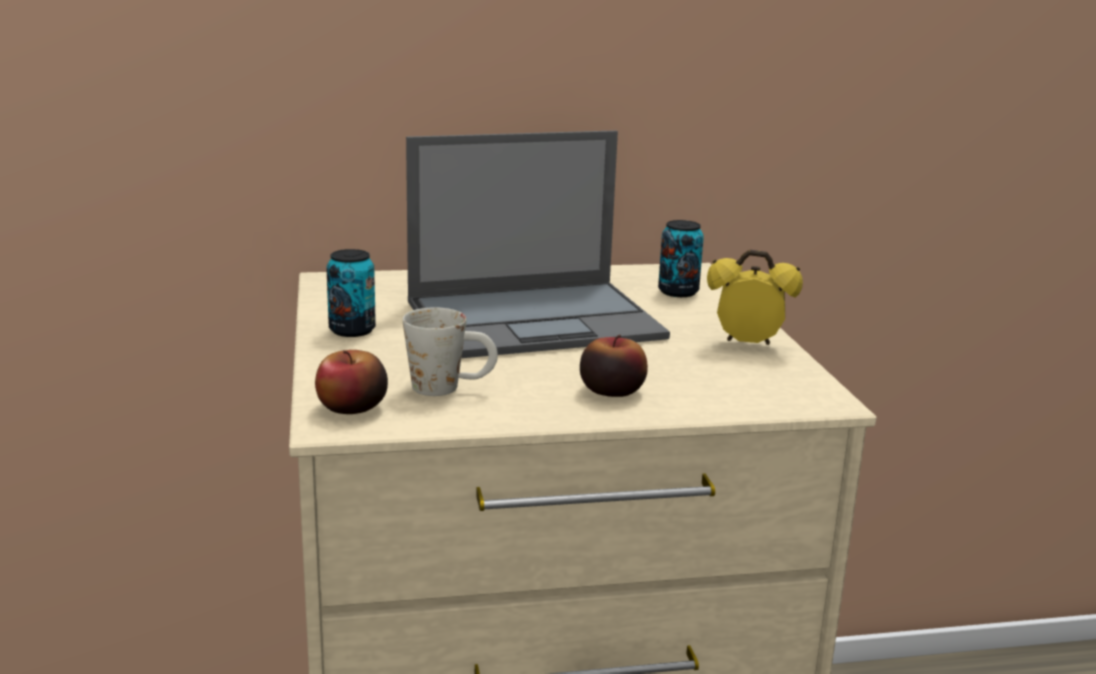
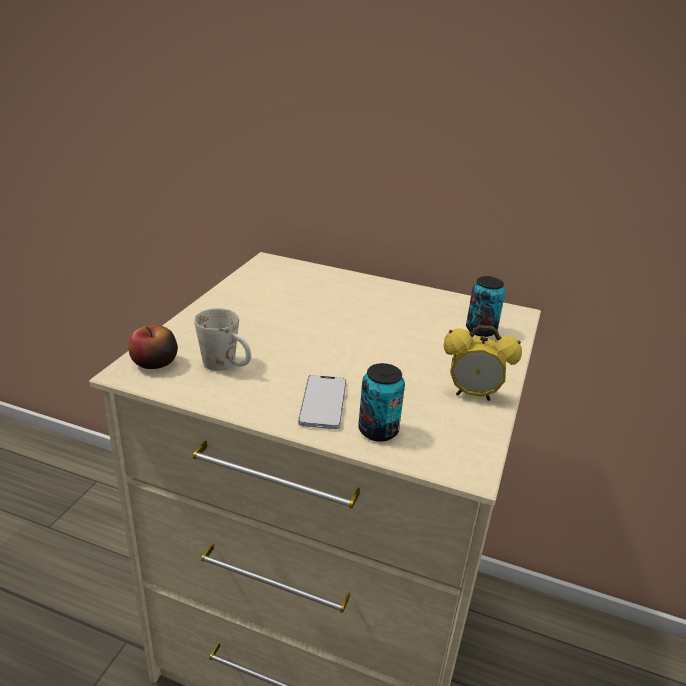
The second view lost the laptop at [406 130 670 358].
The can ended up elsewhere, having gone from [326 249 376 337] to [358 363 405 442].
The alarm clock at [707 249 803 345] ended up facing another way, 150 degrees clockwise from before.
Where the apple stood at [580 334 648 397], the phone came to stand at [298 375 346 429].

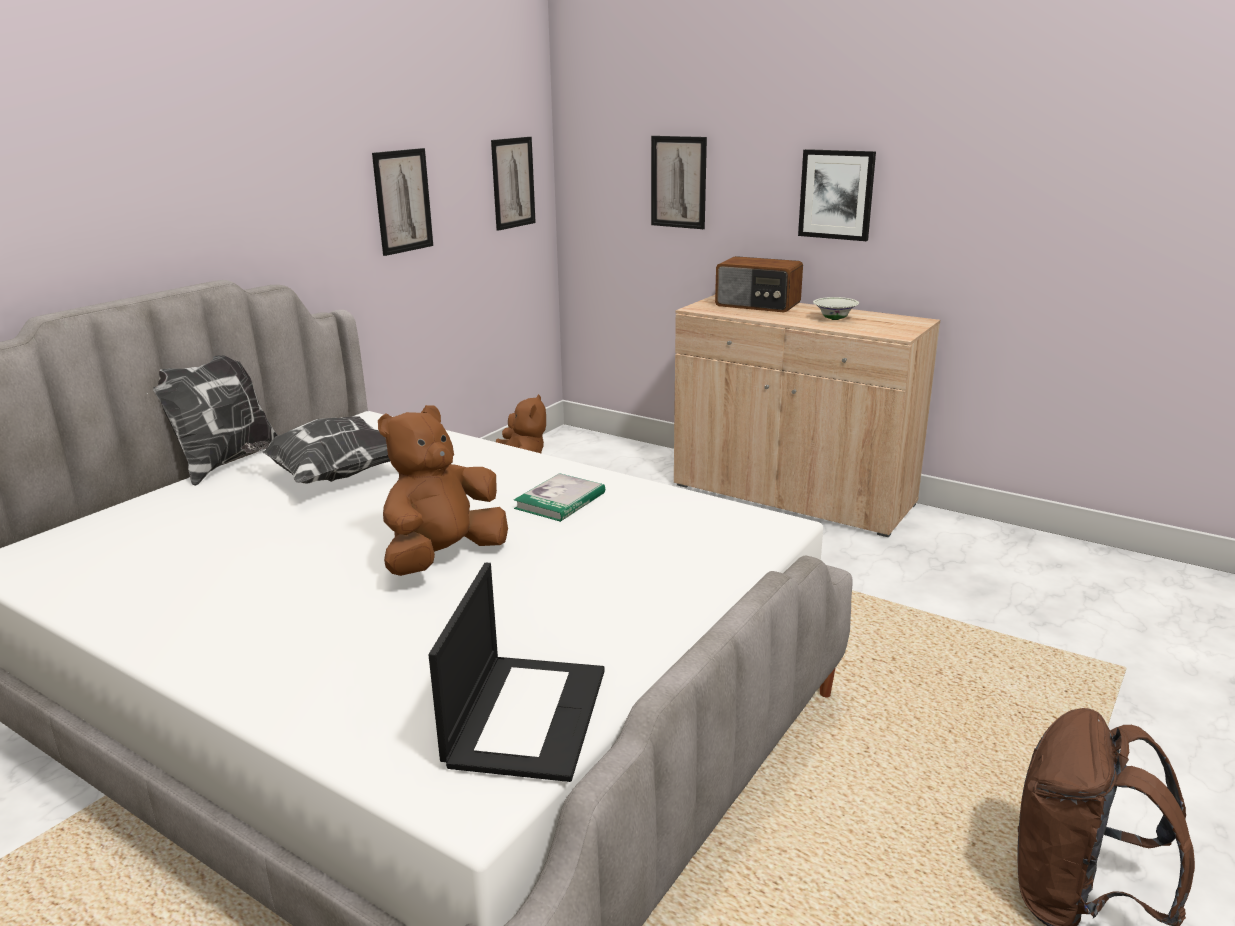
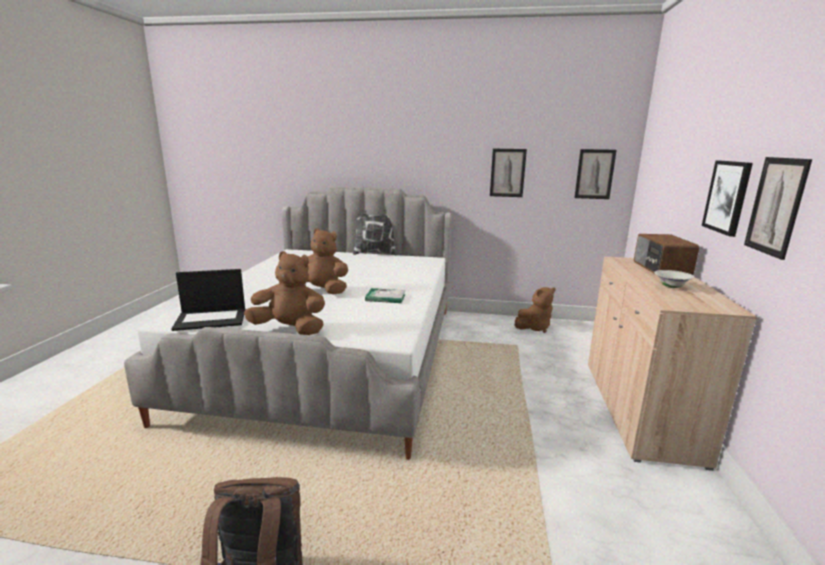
The picture ended up elsewhere, having gone from [651 136 707 229] to [744 157 812 260].
The second view lost the pillow at [241 416 390 484].
The second view gained the brown plush toy at [244 251 325 335].

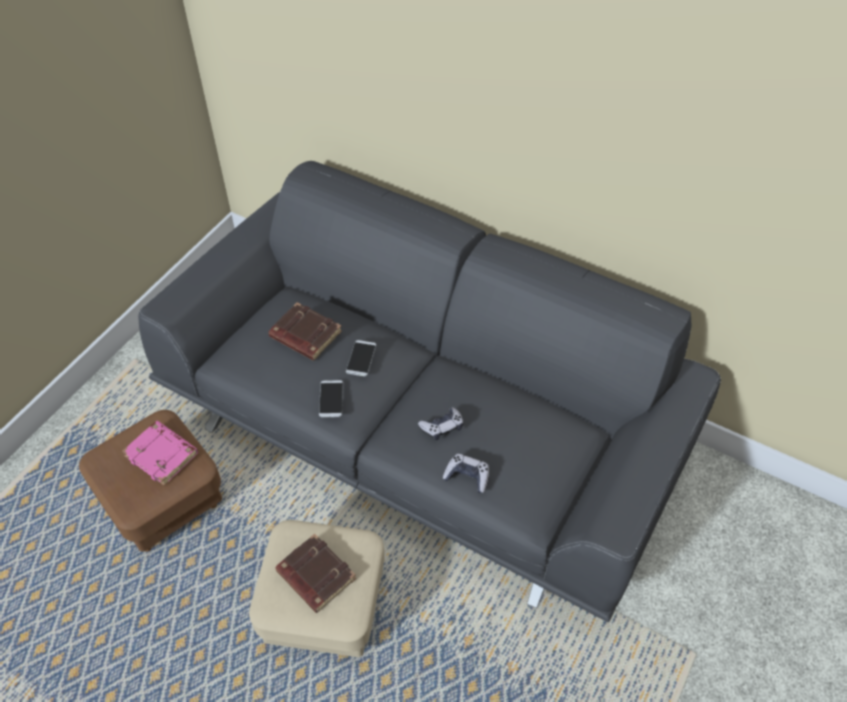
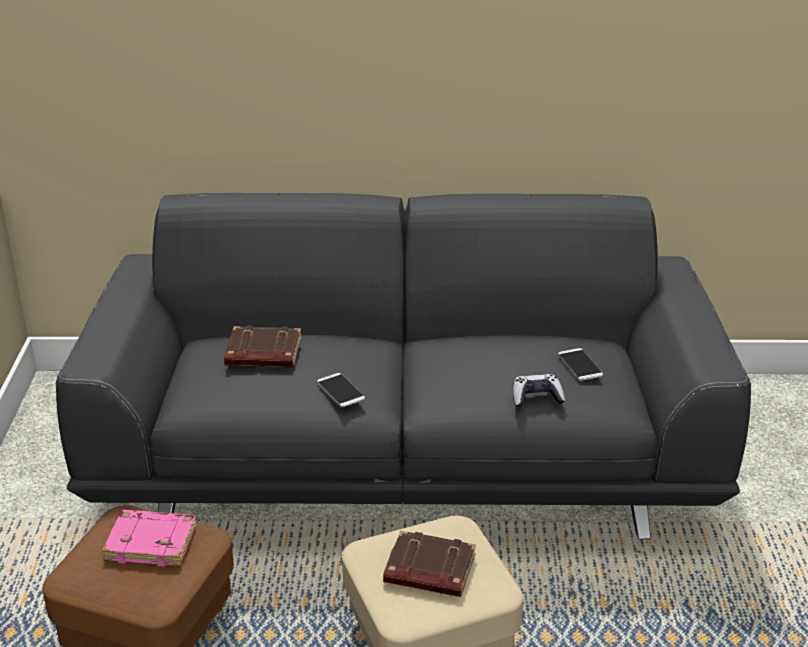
The phone ended up elsewhere, having gone from [346 340 376 377] to [558 348 603 381].
The second view lost the game controller at [418 407 463 440].

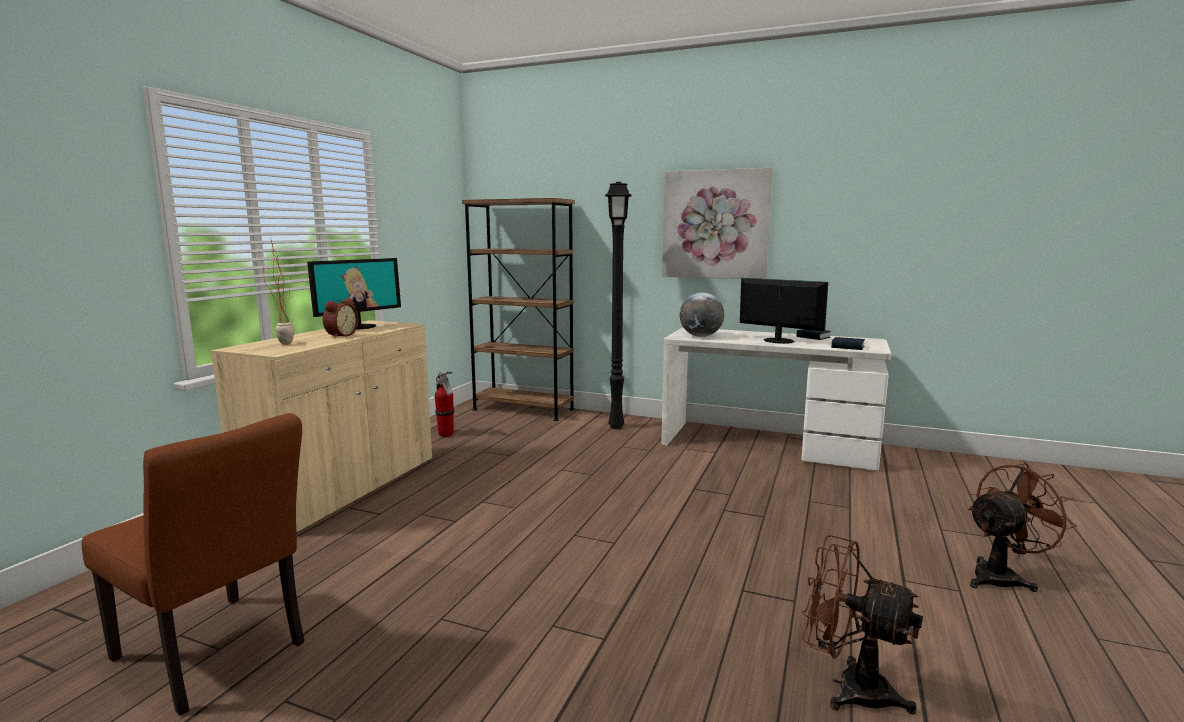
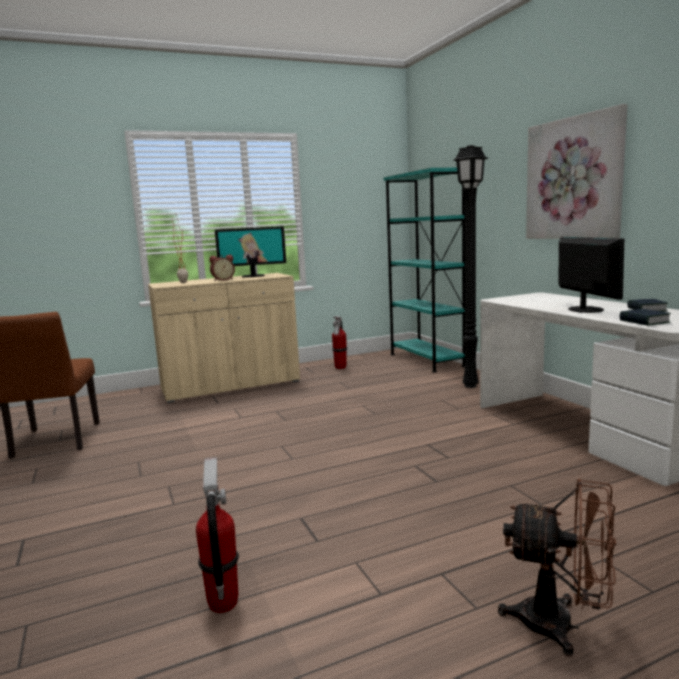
What was the brown bookcase at [462 198 575 421] turned into the turquoise bookcase at [384 168 465 372].
The second view lost the globe at [680 293 724 337].
Where the brown fan stood at [802 535 923 715], the fire extinguisher came to stand at [196 457 239 613].

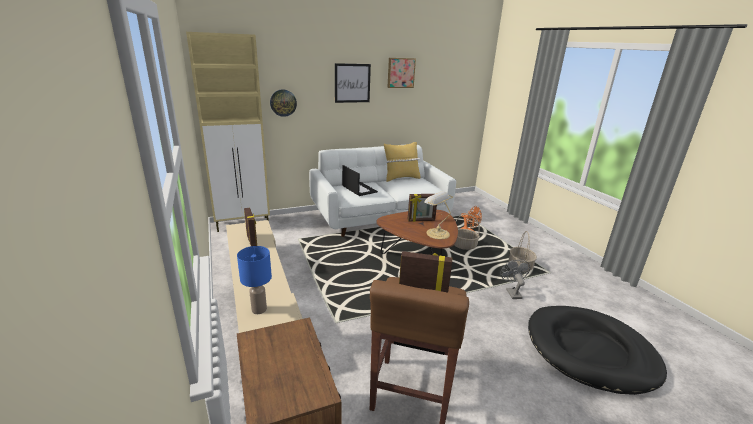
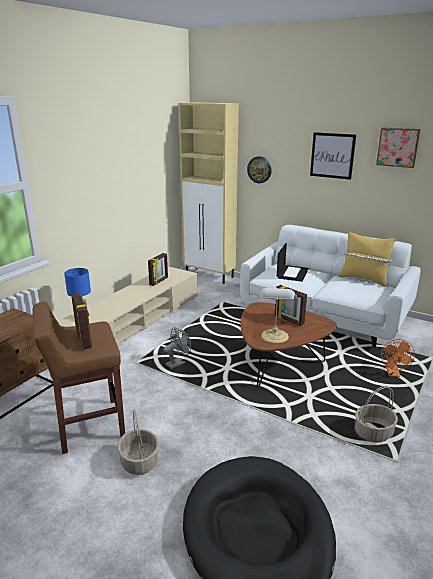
The basket ended up elsewhere, having gone from [454 214 480 250] to [117 410 159 475].
The grey fan ended up elsewhere, having gone from [500 259 530 299] to [164 328 191 369].

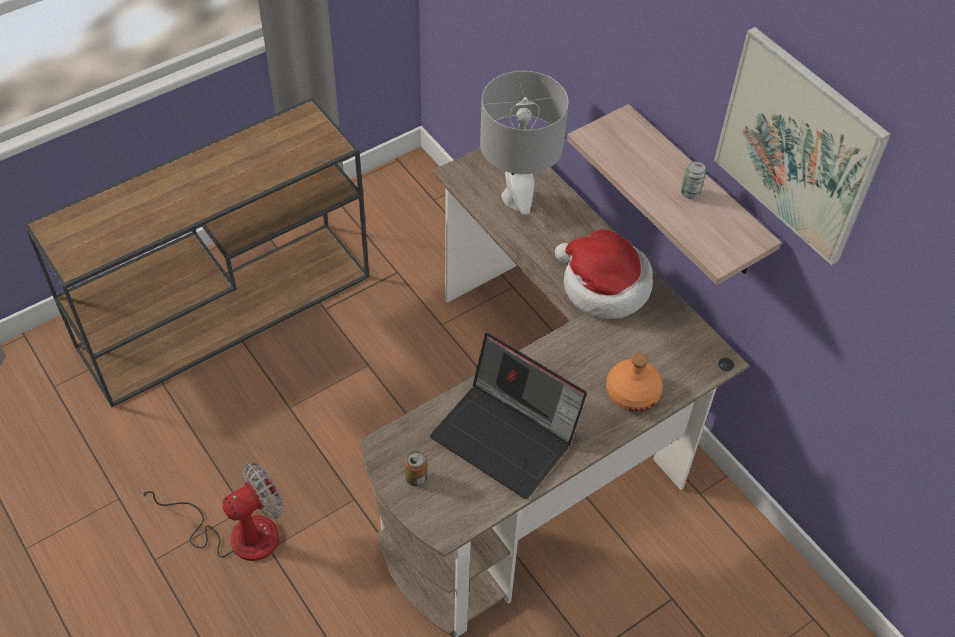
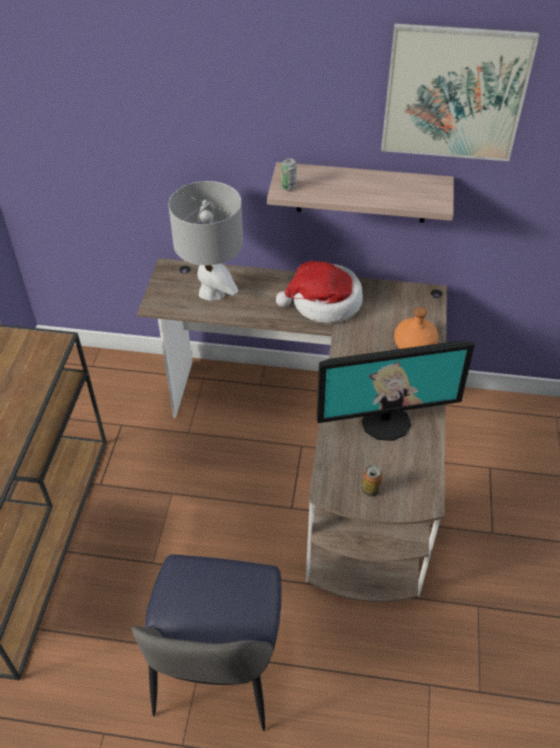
The can ended up elsewhere, having gone from [681 161 706 199] to [281 159 297 191].
Where the laptop stood at [430 333 587 499], the monitor came to stand at [317 341 474 441].
Where the fan stood at [138 463 283 561], the chair came to stand at [131 554 282 731].

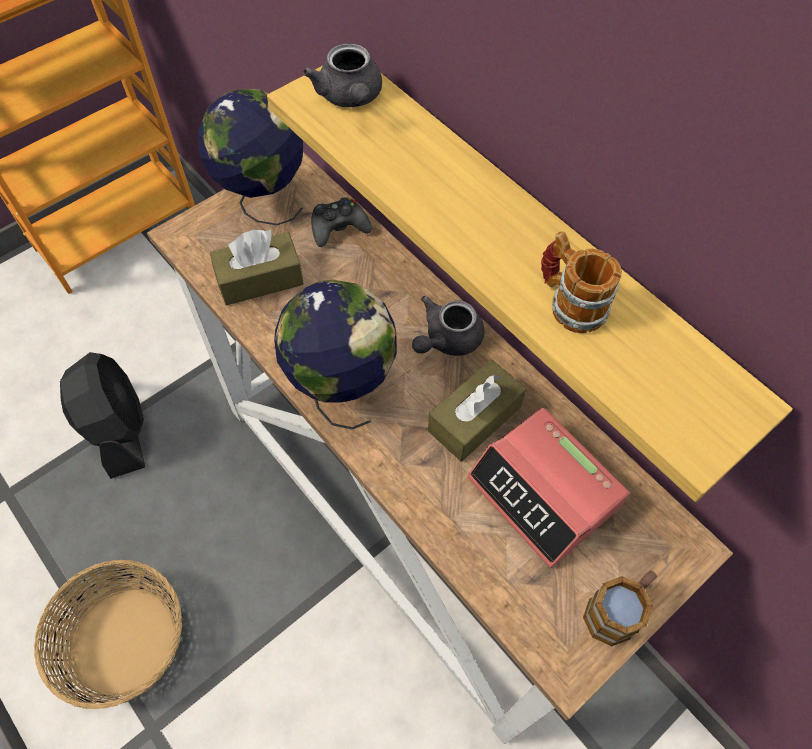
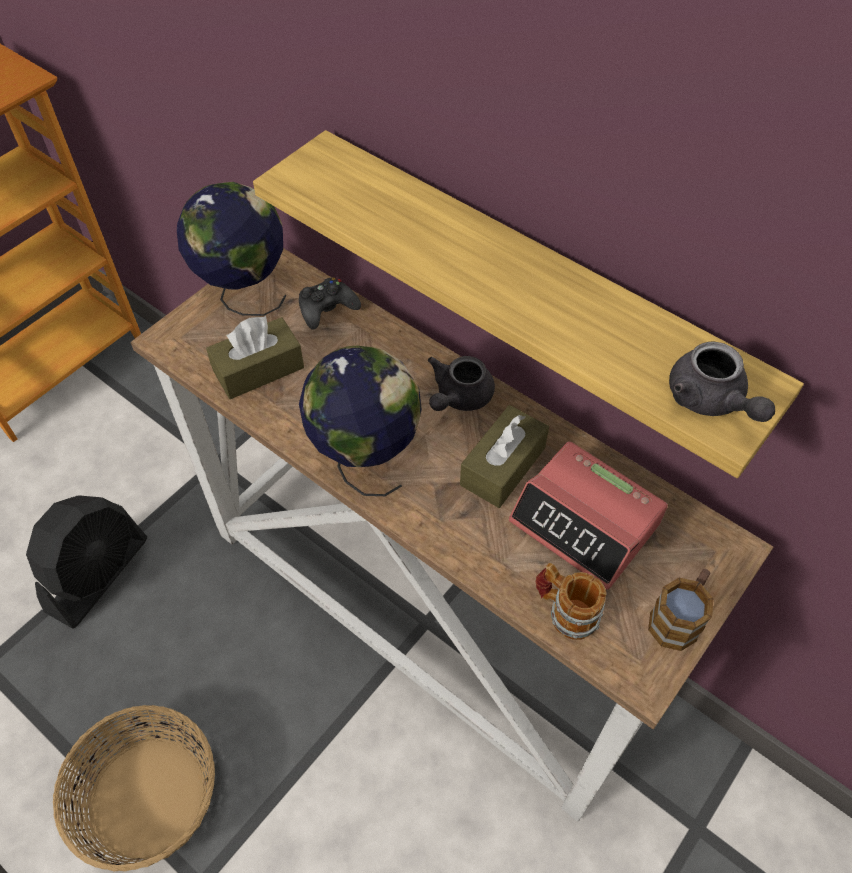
The grey teapot ended up elsewhere, having gone from [303 44 382 107] to [669 341 775 422].
The mug ended up elsewhere, having gone from [541 231 622 333] to [535 563 607 640].
The black fan at [60 352 145 479] ended up facing another way, 60 degrees clockwise from before.

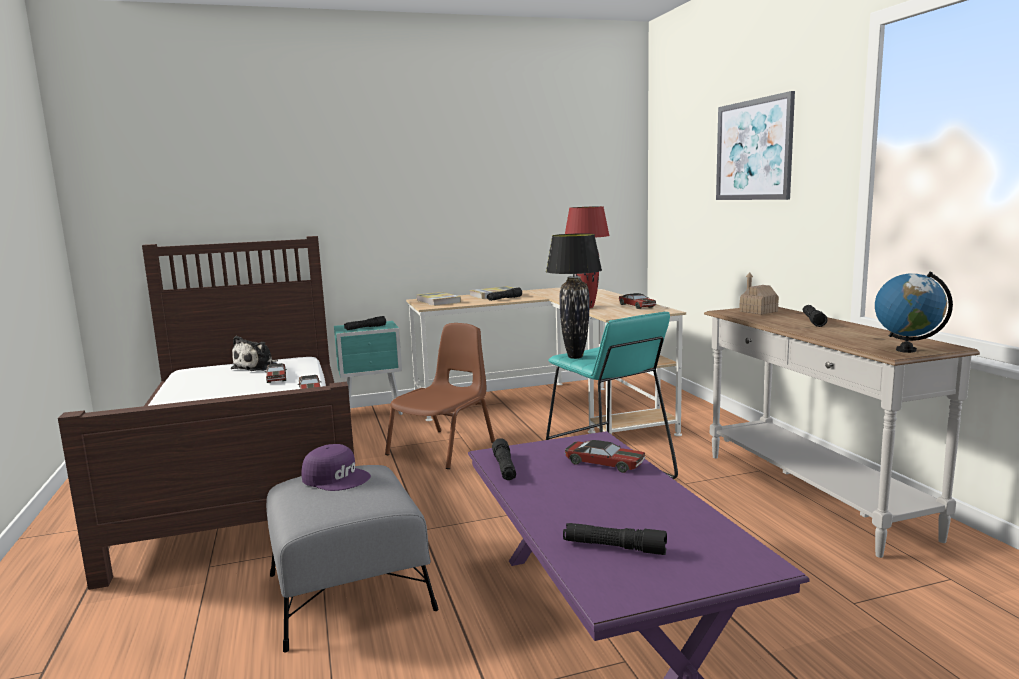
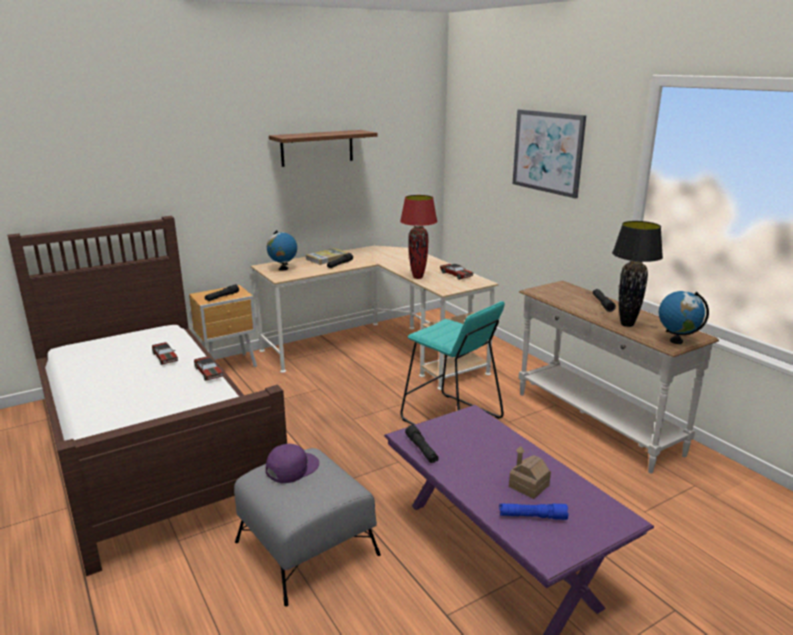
The black table lamp ended up elsewhere, having gone from [546 233 602 359] to [612 221 663 327].
The toy house ended up elsewhere, having gone from [739 272 779 315] to [509 446 551 499].
Where the book stood at [416 292 461 306], the globe came to stand at [267 230 297 271].
What was the turquoise nightstand at [334 321 403 415] turned into the brown nightstand at [189 285 257 367].
The second view lost the brown chair at [385 323 495 469].
The second view lost the plush toy at [231 336 278 371].
The second view lost the toy car at [565 440 645 473].
The purple cap at [302 444 371 491] ended up facing another way, 60 degrees counterclockwise from before.
What was the black flashlight at [563 523 667 555] turned into the blue flashlight at [499 504 568 520].
The second view gained the brown shelf at [269 130 378 167].

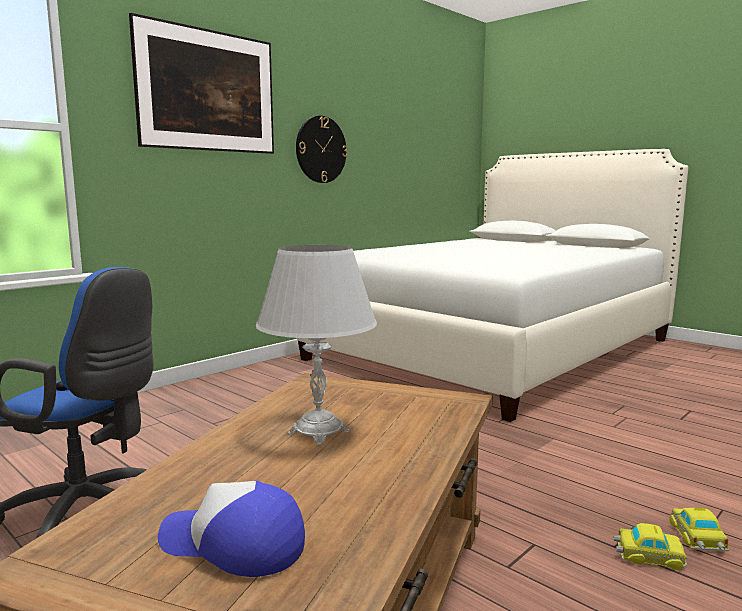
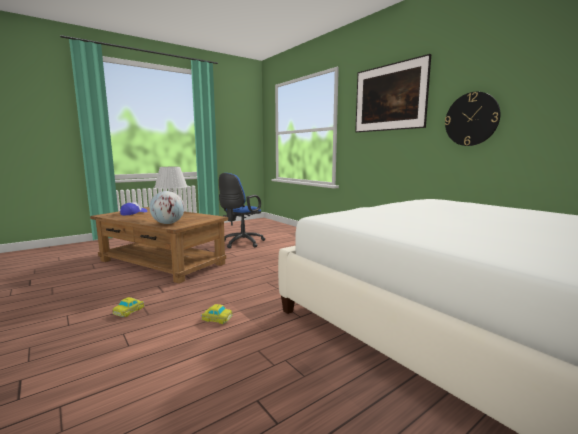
The toy car ended up elsewhere, having gone from [670 508 729 551] to [201 304 233 324].
The second view gained the globe at [149 191 184 224].

